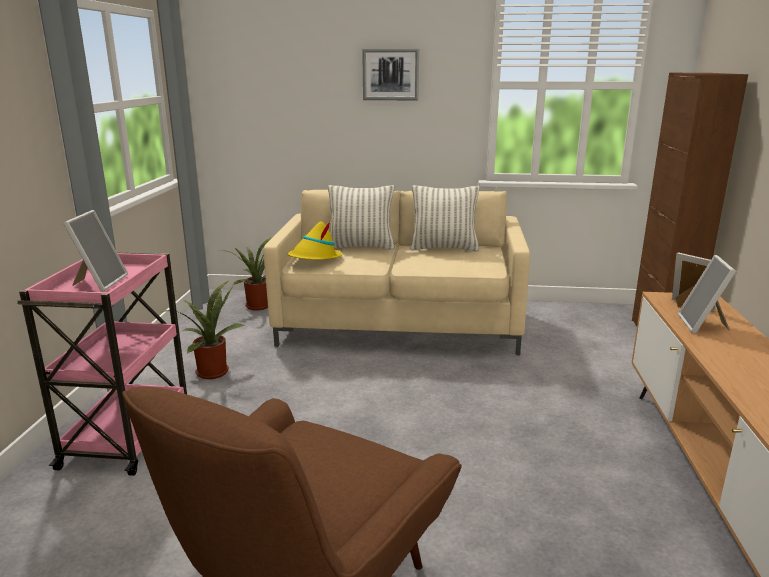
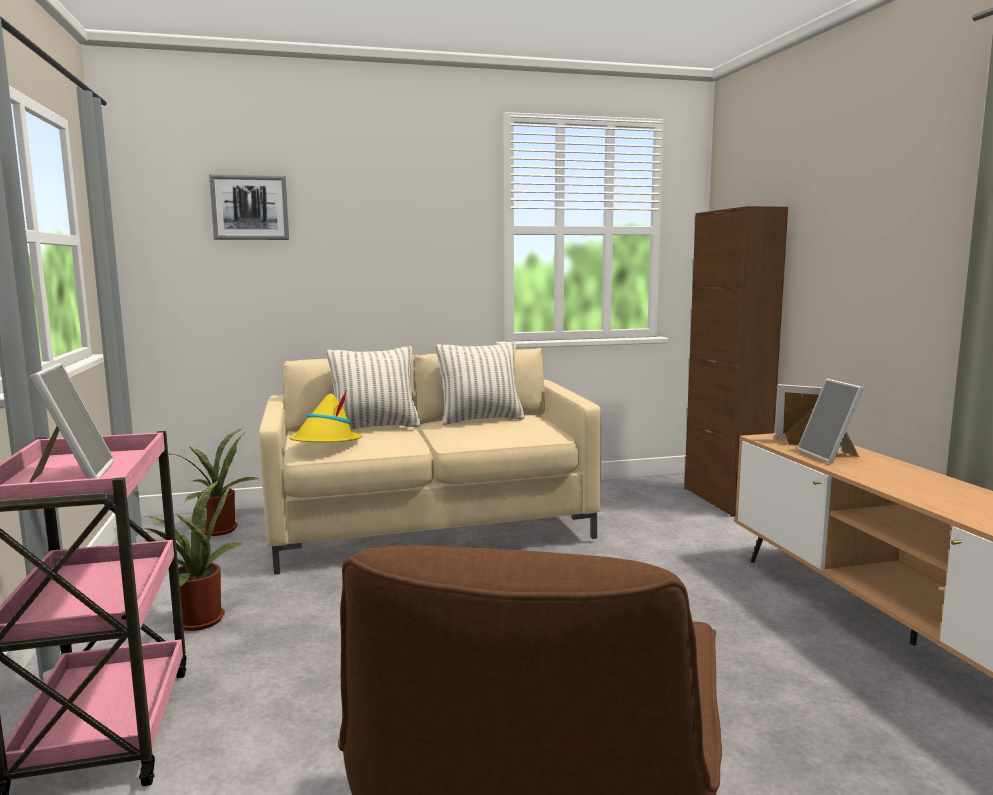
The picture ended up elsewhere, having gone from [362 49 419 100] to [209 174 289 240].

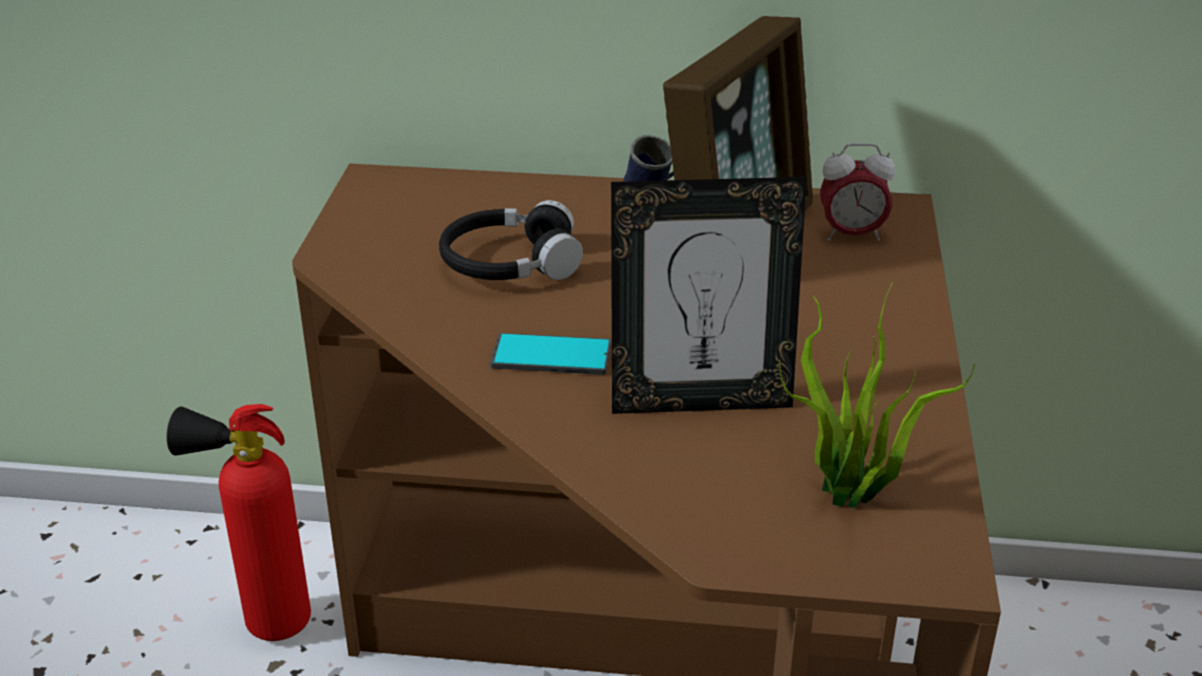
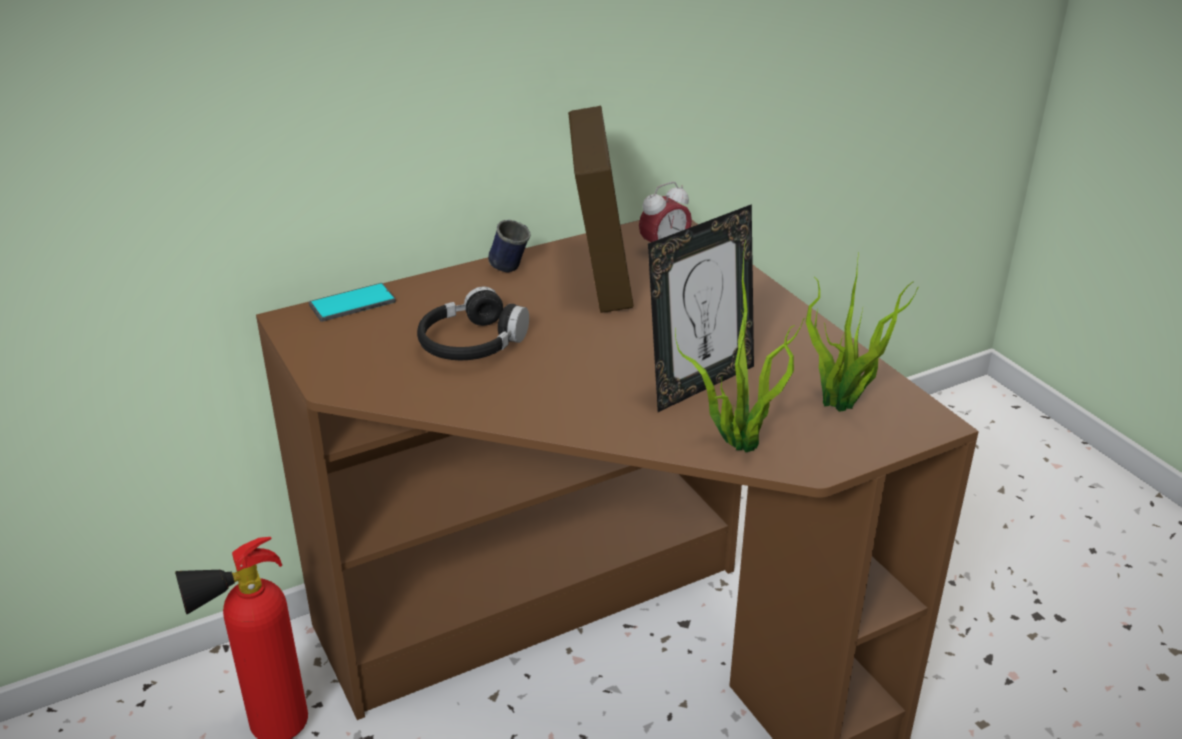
The phone ended up elsewhere, having gone from [490 333 611 375] to [309 283 396 322].
The second view gained the potted plant at [675 240 804 452].

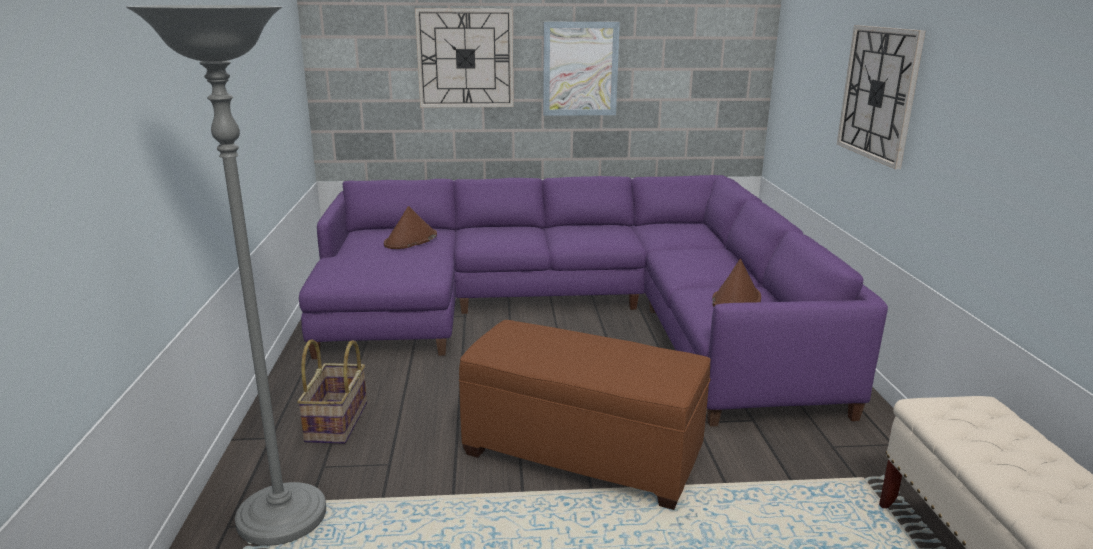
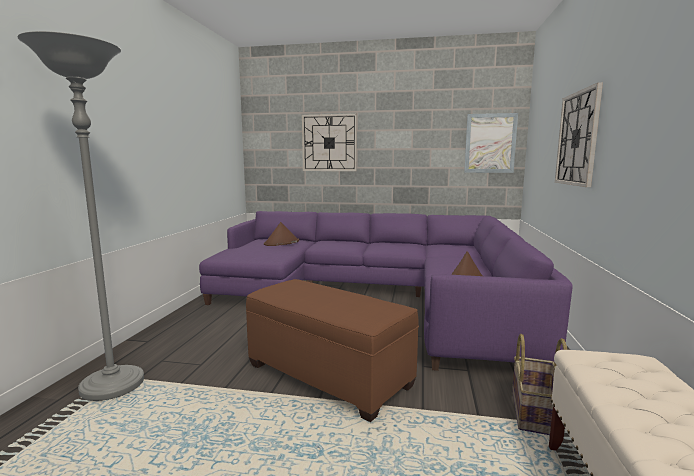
The picture ended up elsewhere, having gone from [543 22 620 116] to [464 113 518 173].
The basket ended up elsewhere, having gone from [297 339 367 444] to [512 334 567 435].

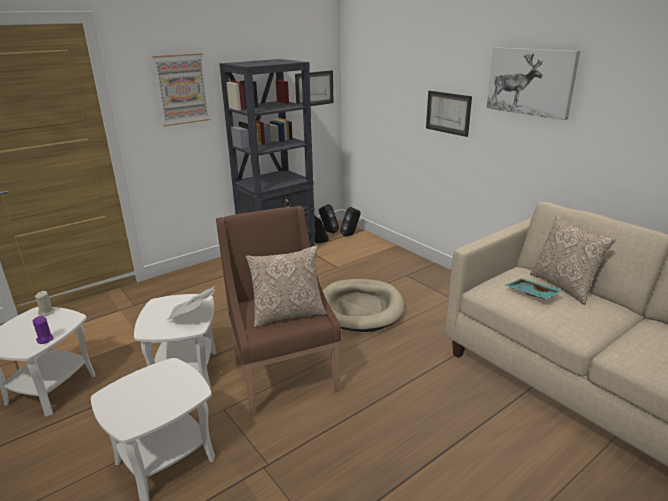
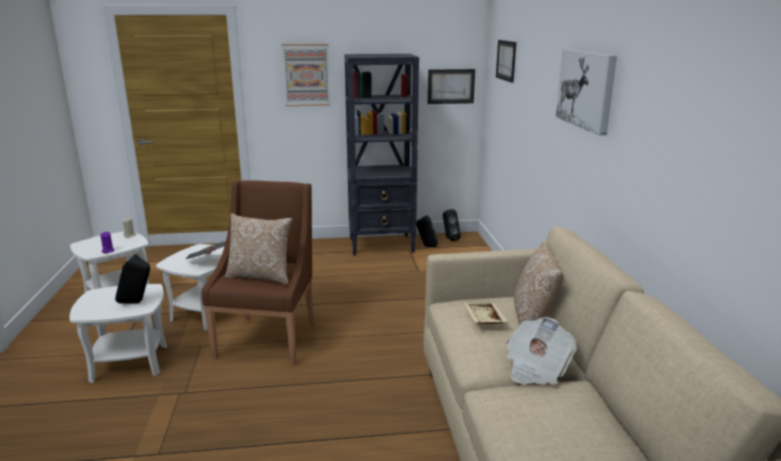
The picture ended up elsewhere, having gone from [426 91 472 137] to [496 40 516 83].
The black speaker ended up elsewhere, having gone from [340 207 361 237] to [115 254 150 303].
What was the turquoise tray at [505 278 562 300] turned into the beige tray at [464 303 508 324].
The second view lost the beige dog bed at [323 279 404 332].
The second view gained the newspaper at [506 317 577 385].

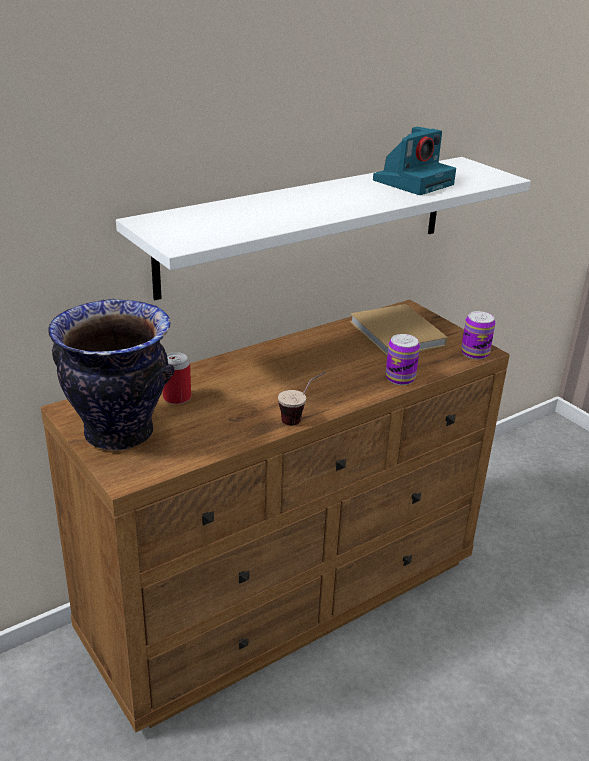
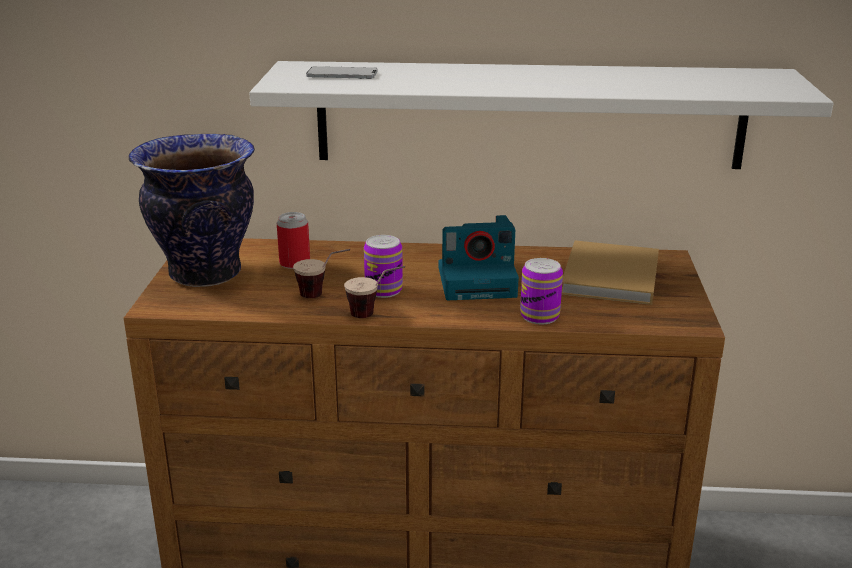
The photo camera ended up elsewhere, having gone from [373 127 456 195] to [439 215 519 300].
The can ended up elsewhere, having gone from [461 311 495 359] to [364 235 403 298].
The second view gained the phone at [306 66 378 79].
The second view gained the cup at [293 249 350 298].

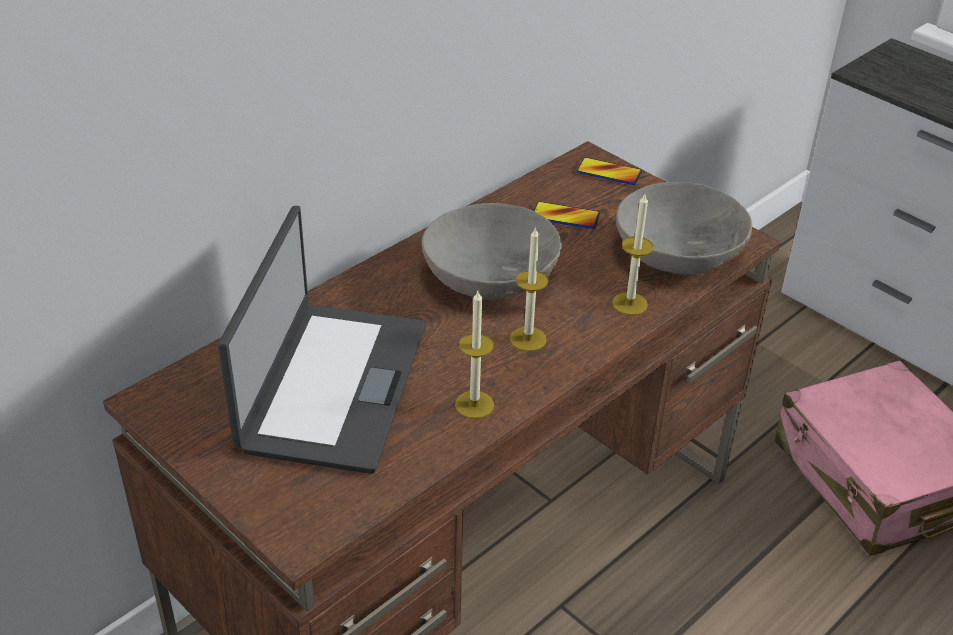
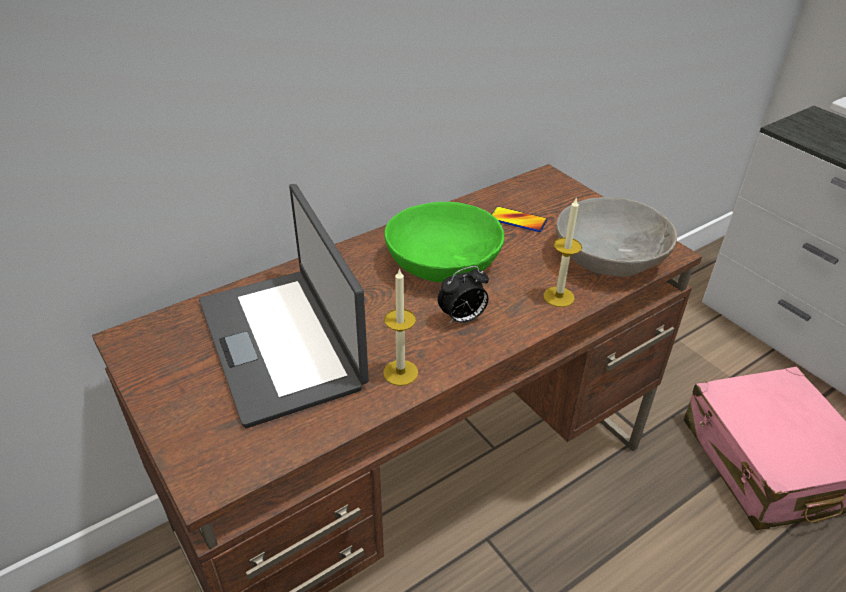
The second view lost the phone at [576 157 642 185].
What was the grey bowl at [422 203 562 300] turned into the green bowl at [384 202 504 282].
The laptop at [218 206 425 474] ended up facing another way, 135 degrees clockwise from before.
Where the candle stood at [510 226 548 351], the alarm clock came to stand at [438 266 489 325].

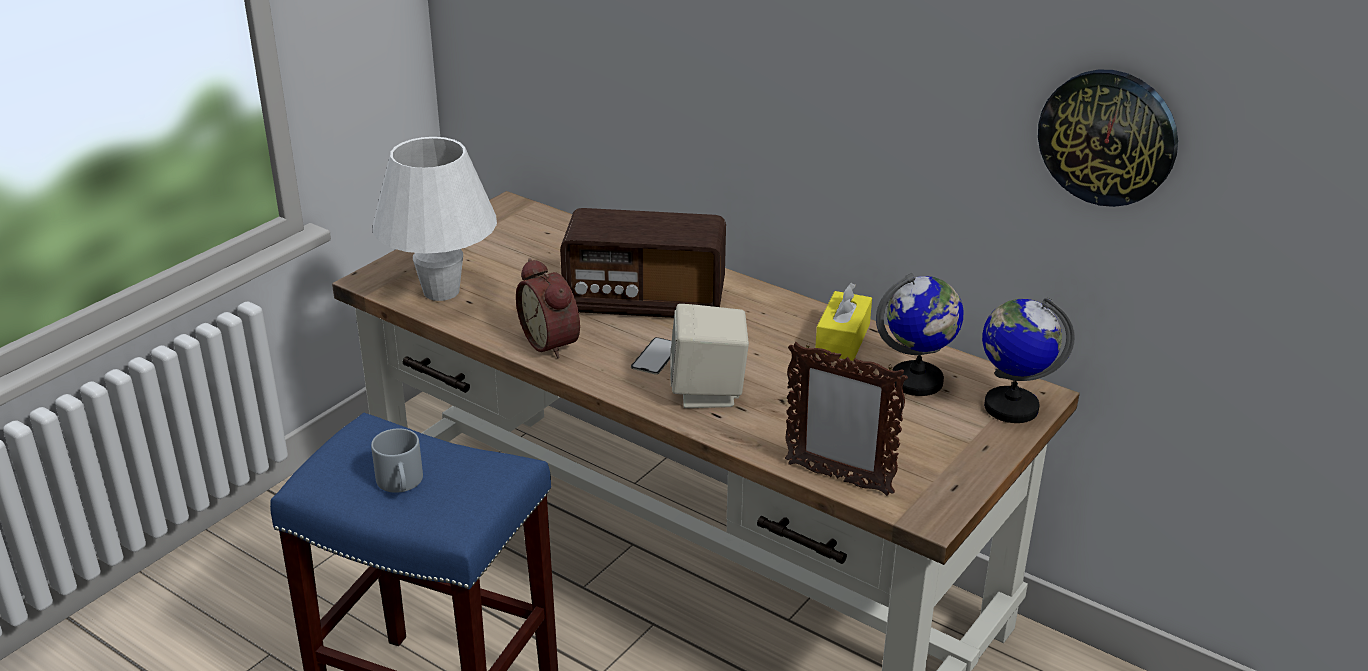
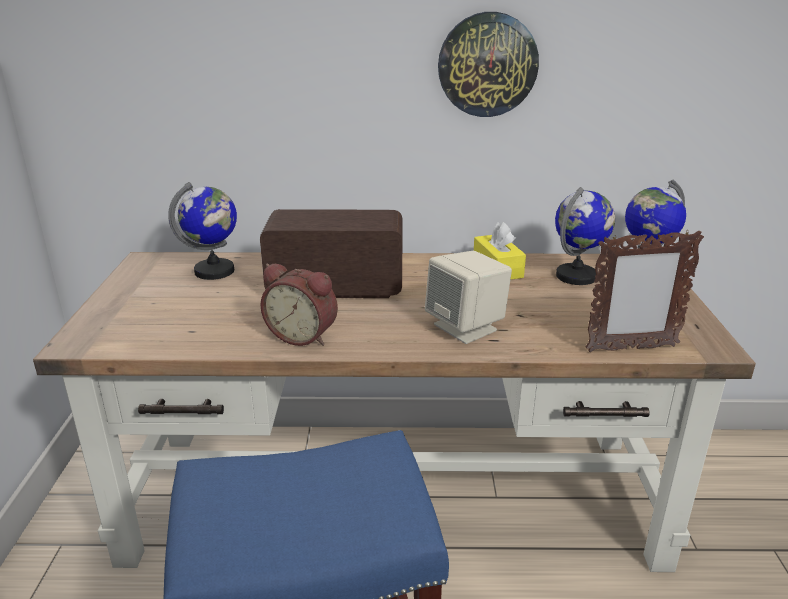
The wall clock ended up elsewhere, having gone from [1038 70 1178 207] to [438 12 539 117].
The second view lost the white table lamp at [372 137 497 301].
The radio at [560 208 726 318] ended up facing another way, 150 degrees counterclockwise from before.
The second view lost the phone at [631 337 672 374].
The second view lost the grey mug at [371 428 423 493].
The second view gained the globe at [168 182 237 280].

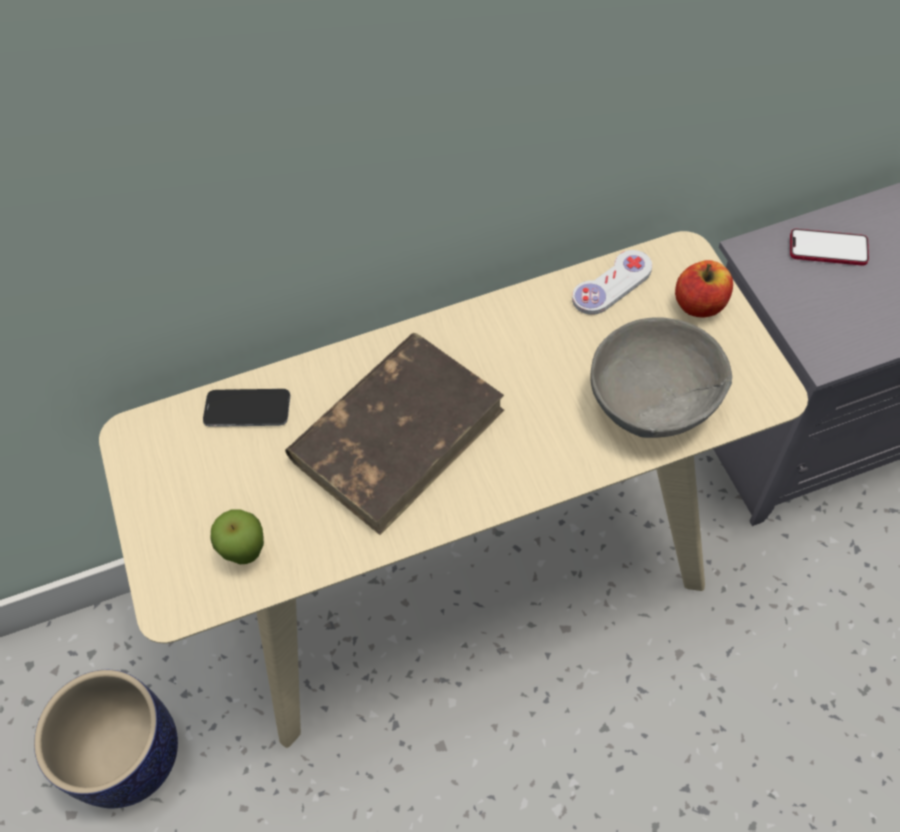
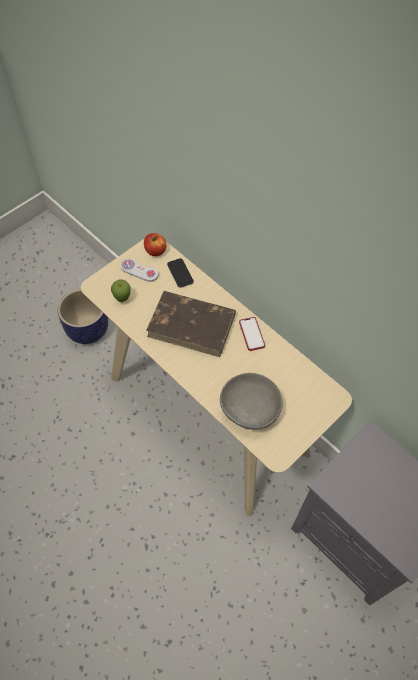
The phone ended up elsewhere, having gone from [790 229 869 266] to [239 317 265 351].
The white game controller ended up elsewhere, having gone from [572 250 652 315] to [121 259 159 282].
The apple ended up elsewhere, having gone from [675 260 733 317] to [144 233 166 256].

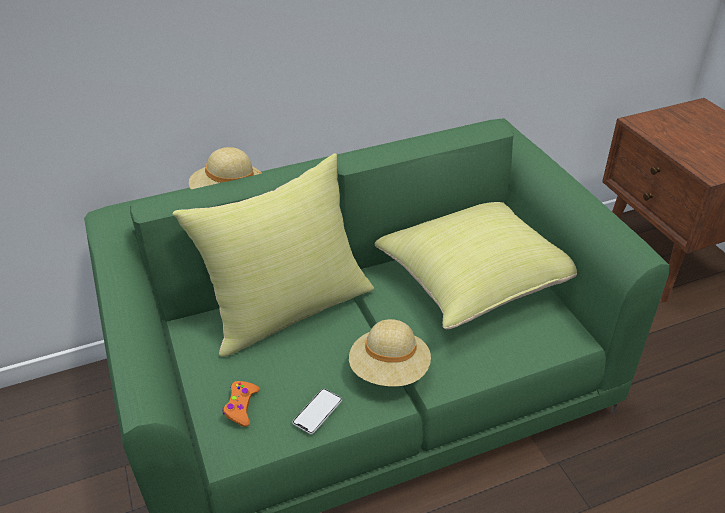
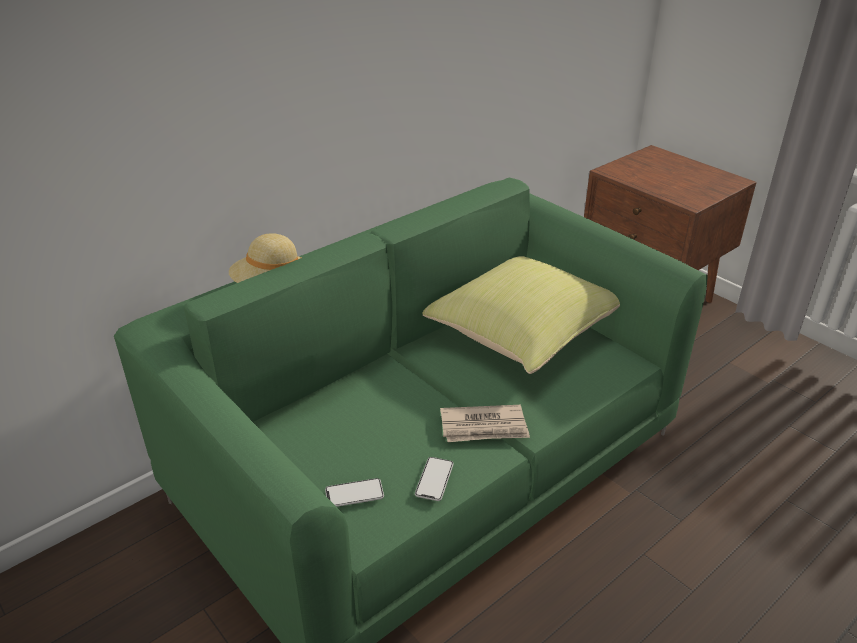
The second view lost the yellow pillow at [172 154 374 357].
Where the beige hat stood at [349 319 431 386], the newspaper came to stand at [440 405 530 442].
Where the orange game controller stood at [223 381 260 427], the phone came to stand at [325 478 384 507].

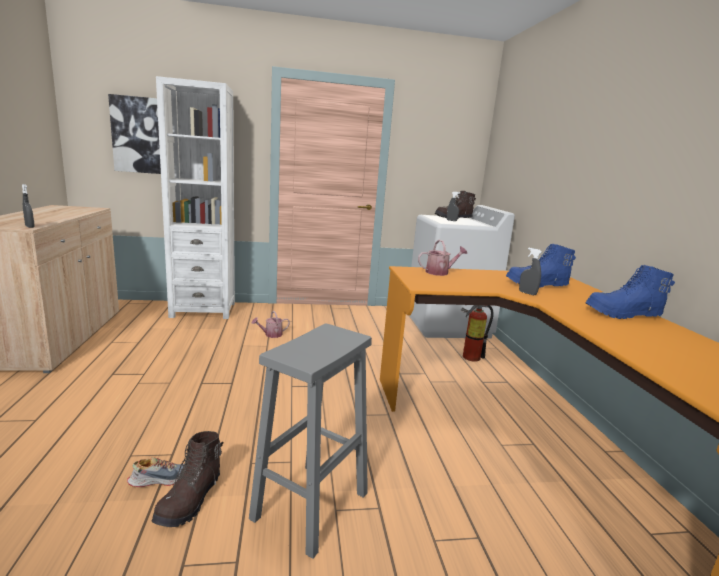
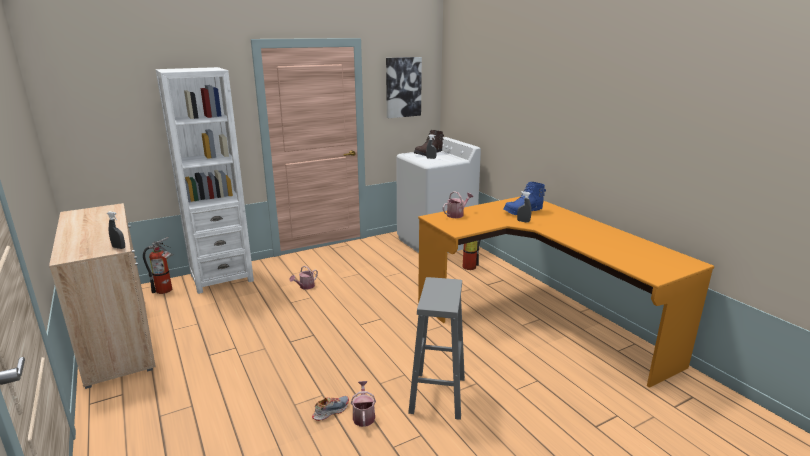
The picture ended up elsewhere, having gone from [108 94 161 174] to [386 57 422 118].
The second view lost the blue boot at [585 265 675 319].
Where the brown boot stood at [152 431 223 527], the watering can came to stand at [351 381 376 427].
The second view gained the fire extinguisher at [143 237 173 294].

